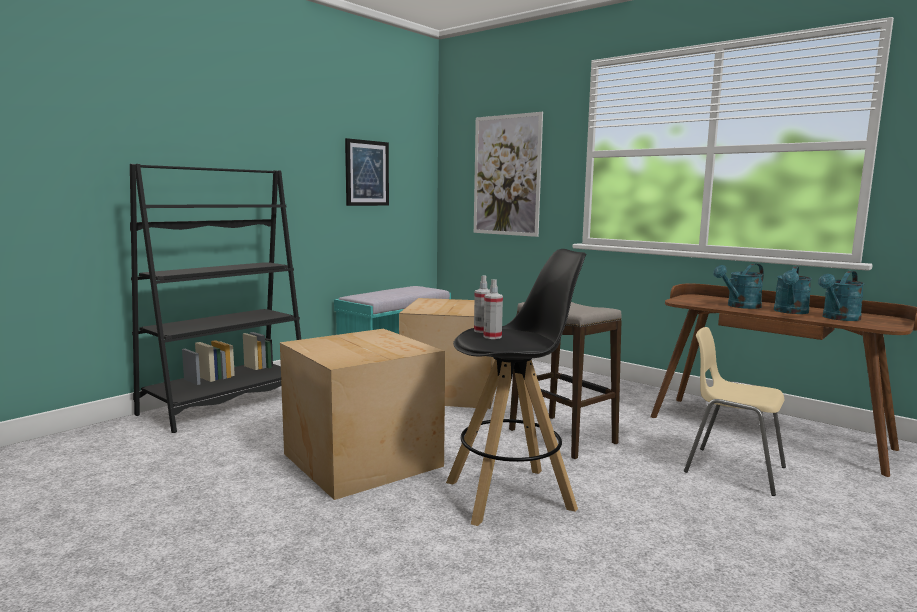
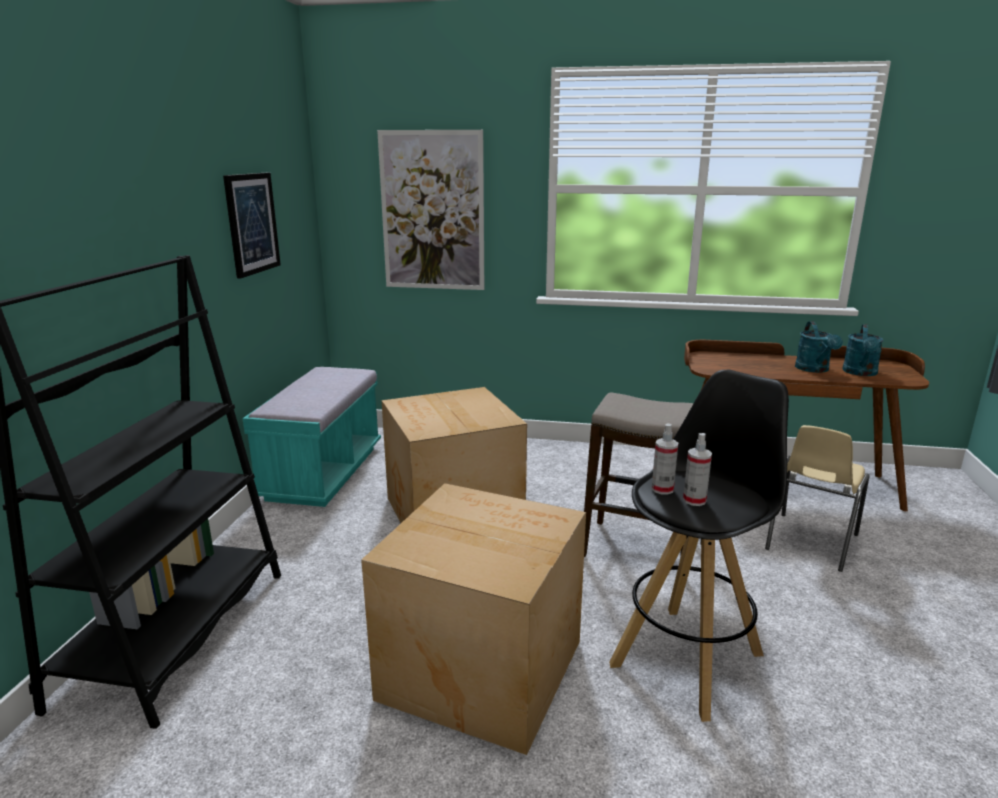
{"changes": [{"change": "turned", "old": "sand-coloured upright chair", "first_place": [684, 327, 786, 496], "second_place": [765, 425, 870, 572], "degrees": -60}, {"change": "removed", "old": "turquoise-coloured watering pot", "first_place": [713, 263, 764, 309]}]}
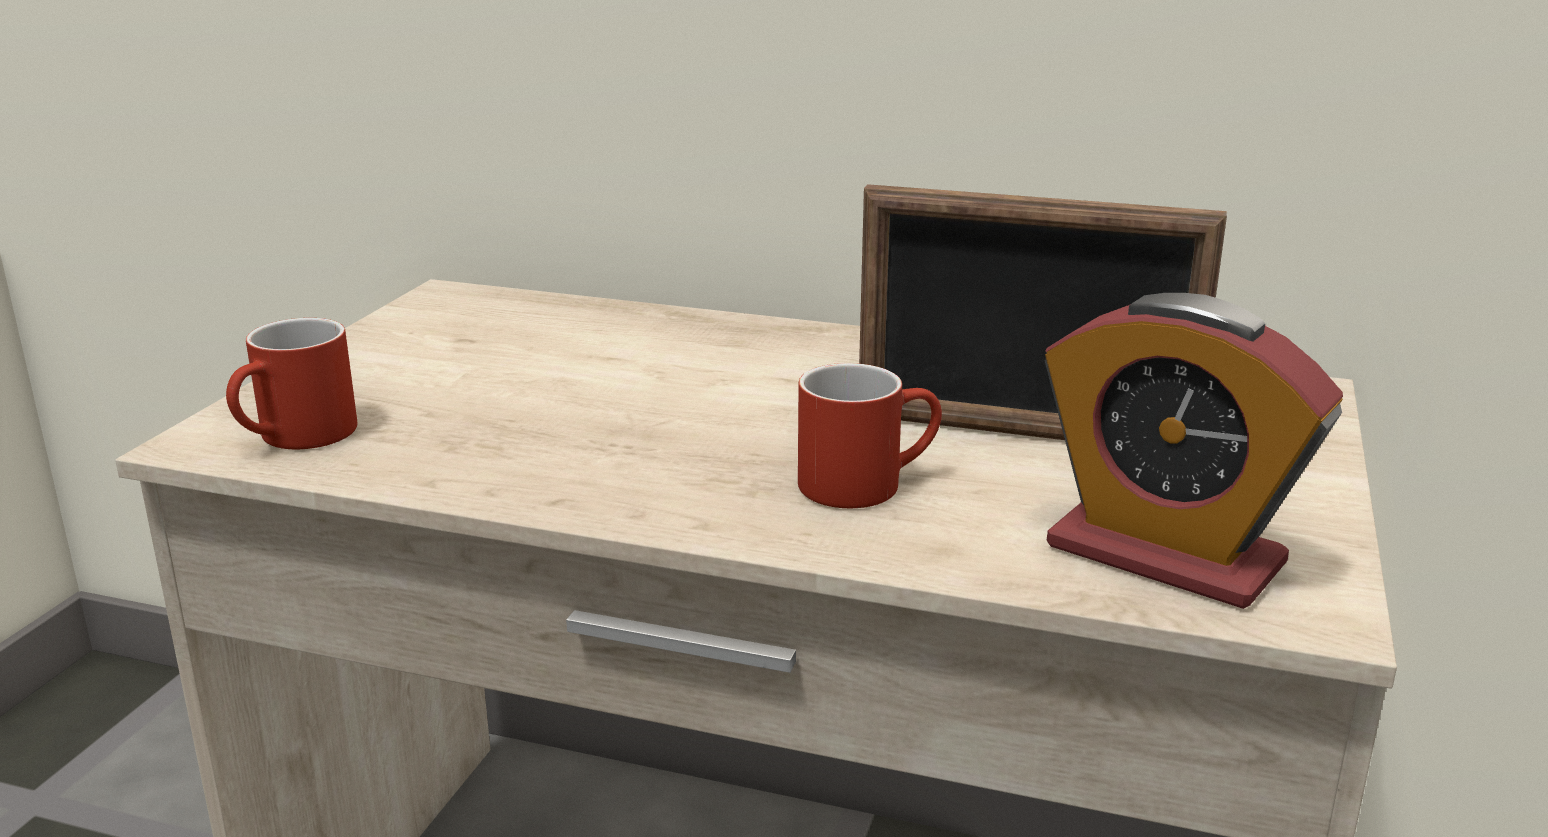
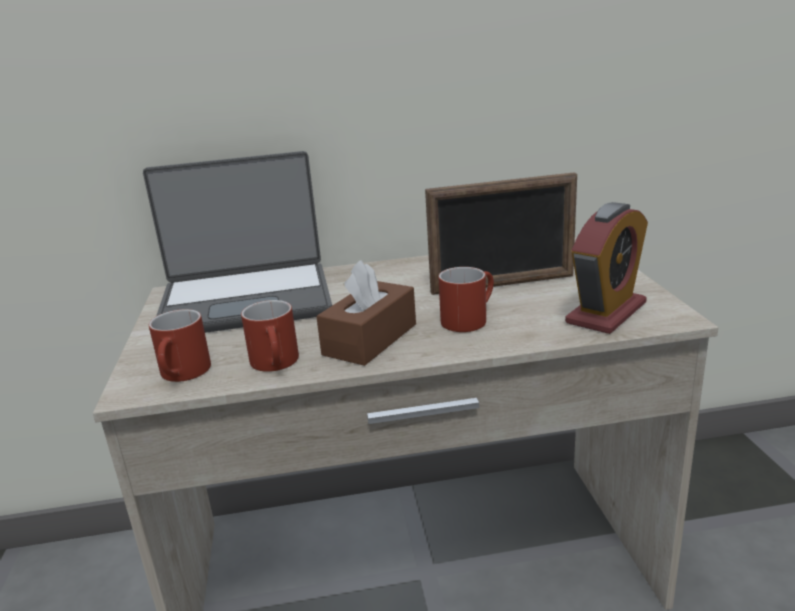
{"changes": [{"change": "added", "new": "laptop", "second_place": [143, 151, 332, 333]}, {"change": "added", "new": "reddish tea mug", "second_place": [241, 300, 299, 372]}, {"change": "added", "new": "brown tissue holder", "second_place": [316, 260, 416, 366]}, {"change": "turned", "old": "alarm clock", "first_place": [1045, 293, 1343, 609], "second_place": [565, 202, 648, 334], "degrees": -60}]}
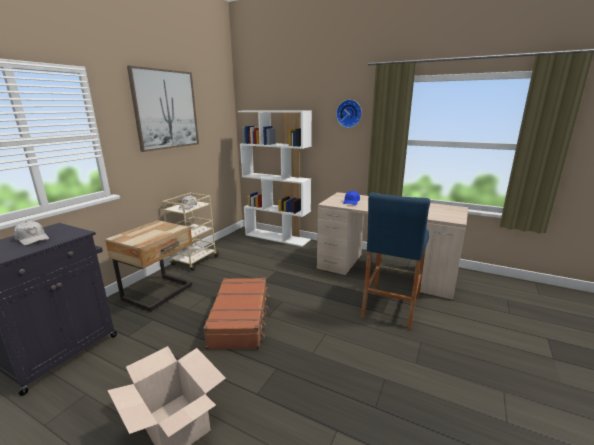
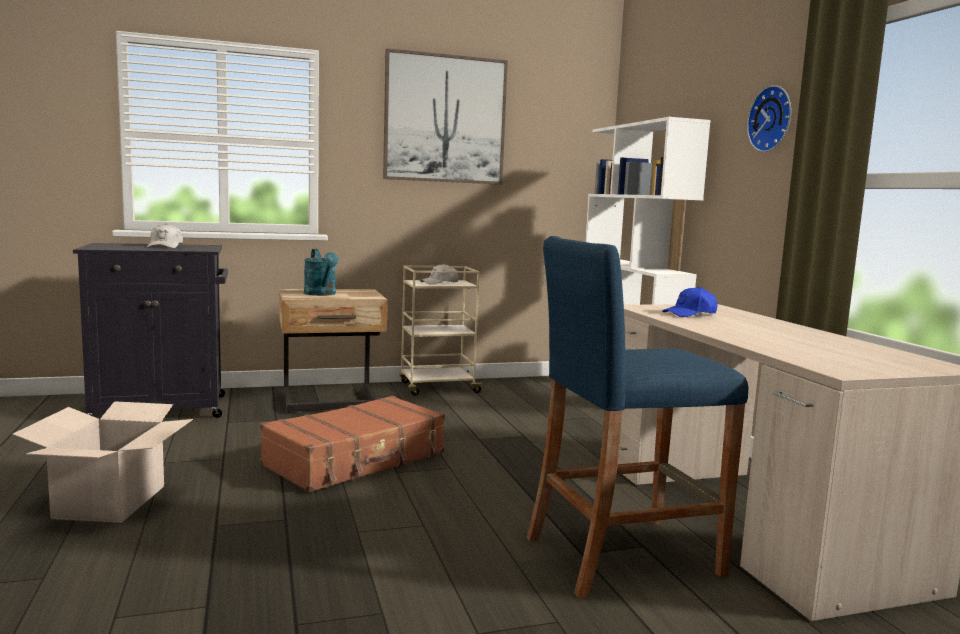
{"changes": [{"change": "added", "new": "turquoise-coloured watering pot", "second_place": [304, 249, 339, 296]}]}
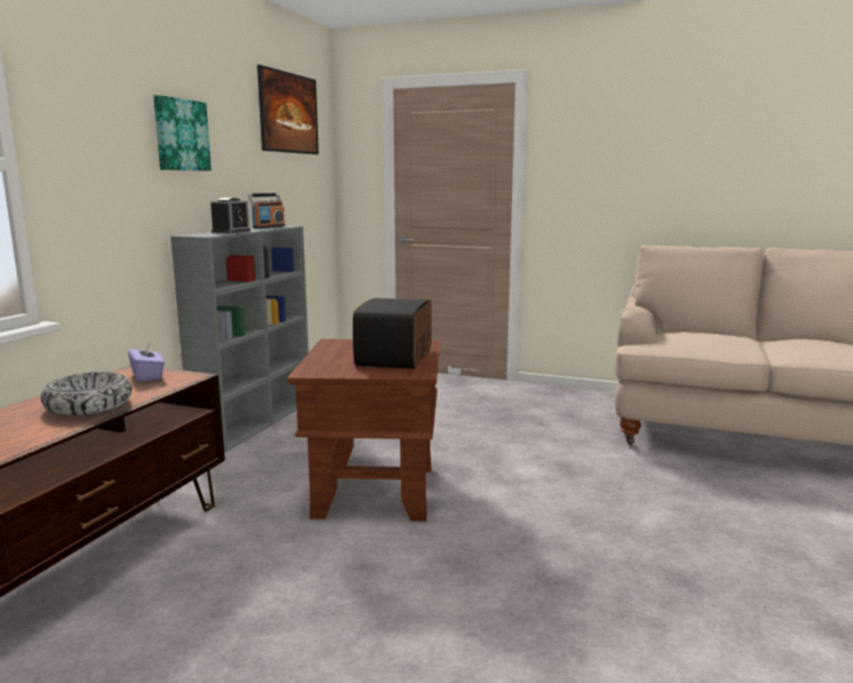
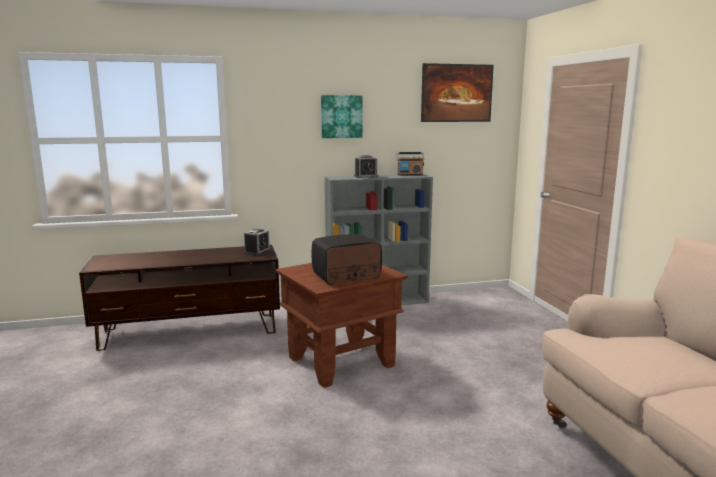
{"changes": [{"change": "replaced", "old": "purplish tissue holder", "new": "alarm clock", "first_place": [128, 342, 165, 382], "second_place": [244, 229, 270, 256]}, {"change": "removed", "old": "deep dish", "first_place": [41, 371, 132, 415]}]}
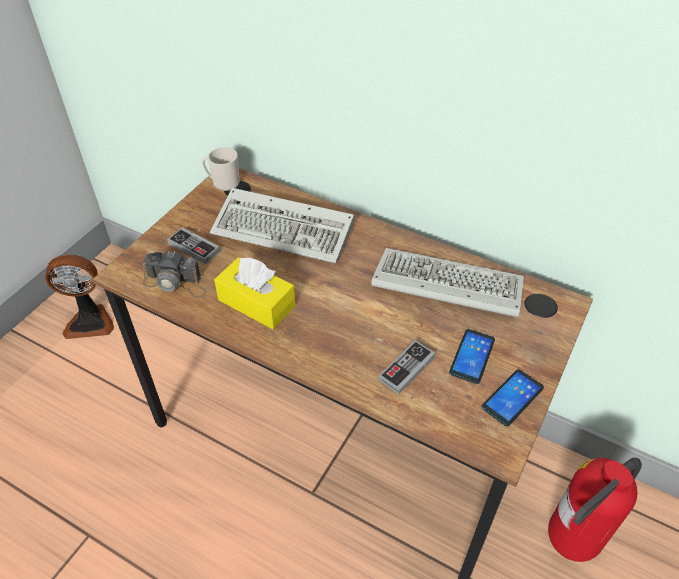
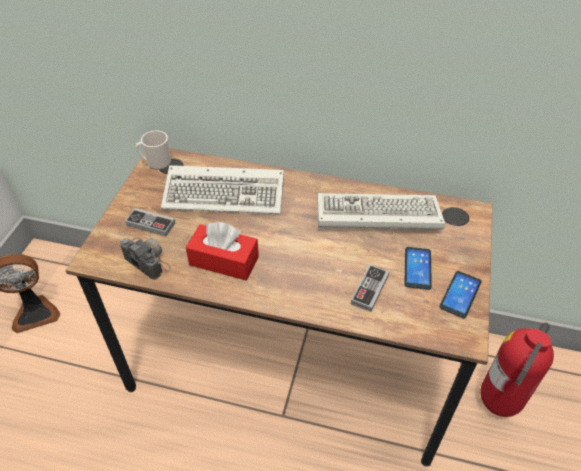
{"changes": [{"change": "turned", "old": "still camera", "first_place": [143, 251, 206, 298], "second_place": [120, 237, 171, 280], "degrees": -135}, {"change": "recoloured", "old": "yellow-coloured tissue holder", "new": "reddish tissue holder", "first_place": [214, 257, 295, 329], "second_place": [186, 222, 259, 281]}]}
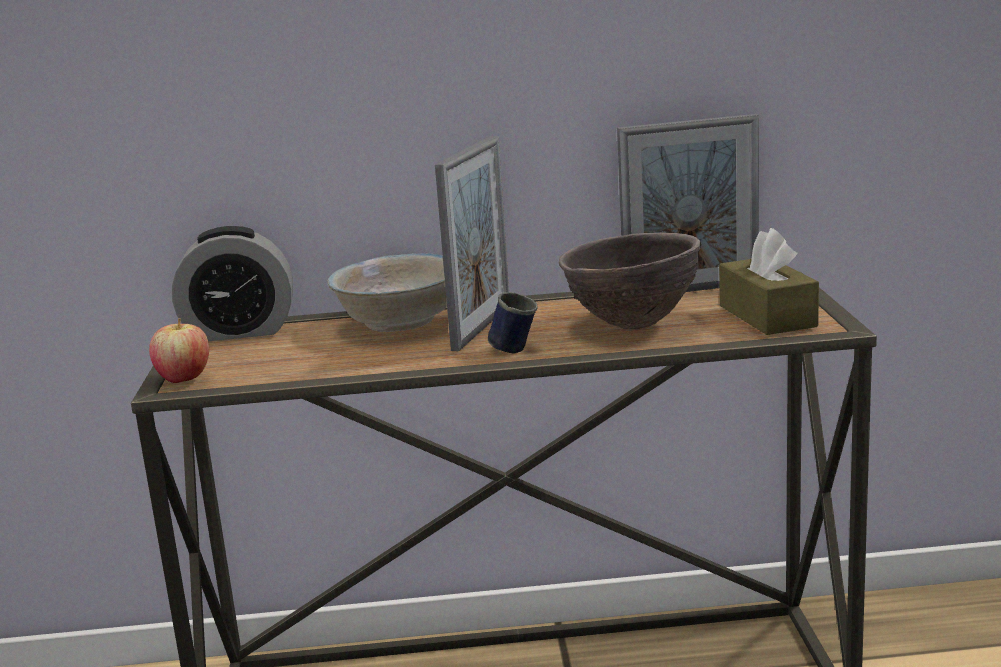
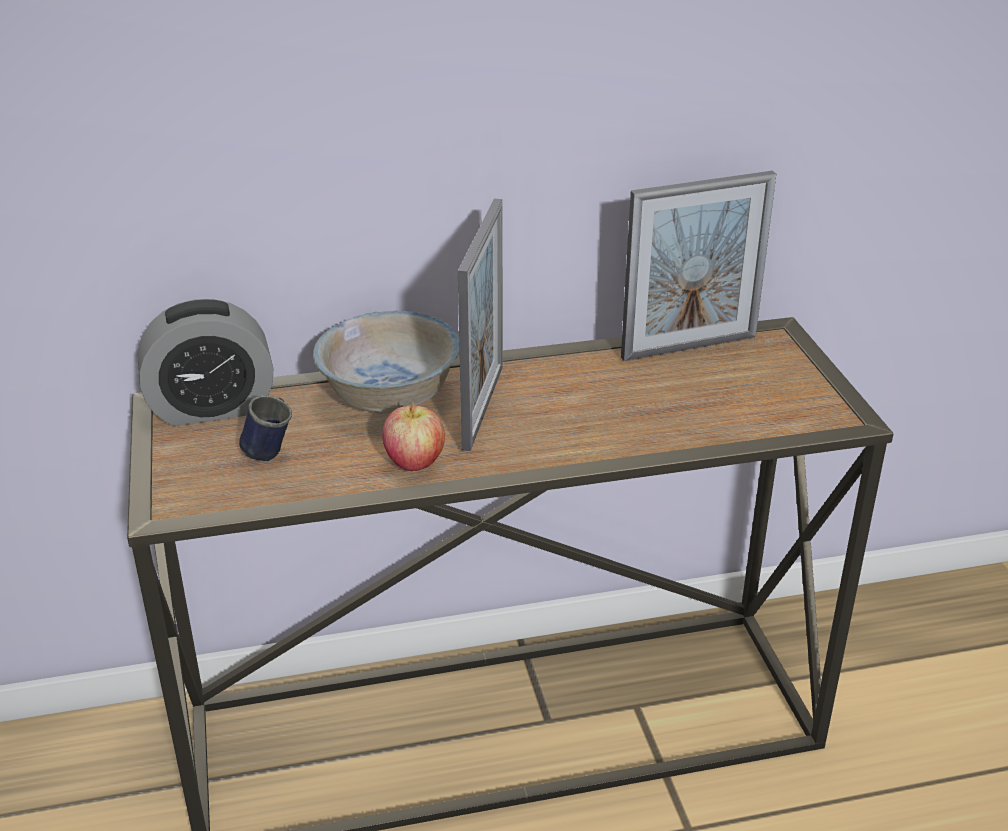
{"changes": [{"change": "moved", "old": "bluish tea mug", "first_place": [488, 292, 537, 353], "second_place": [239, 395, 292, 461]}, {"change": "moved", "old": "apple", "first_place": [149, 318, 209, 383], "second_place": [382, 402, 445, 471]}, {"change": "removed", "old": "brown deep dish", "first_place": [559, 233, 701, 330]}, {"change": "removed", "old": "brown tissue holder", "first_place": [719, 228, 819, 335]}]}
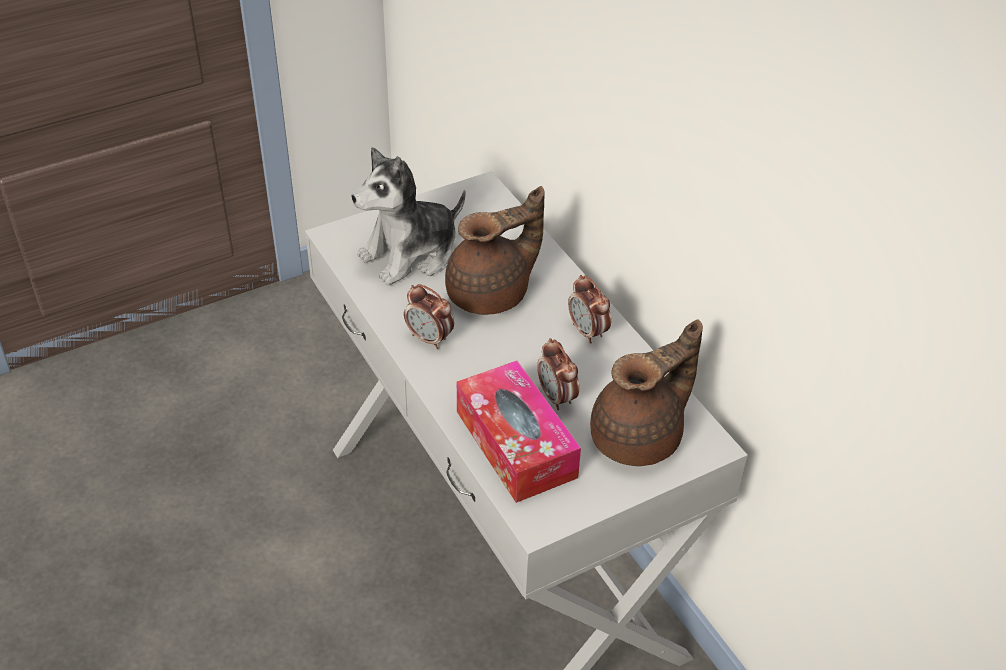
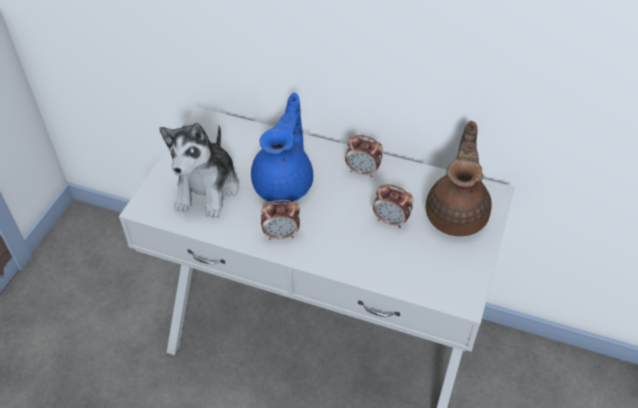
{"changes": [{"change": "recoloured", "old": "brown teapot", "new": "bluish teapot", "first_place": [445, 186, 544, 315], "second_place": [251, 93, 313, 203]}, {"change": "removed", "old": "tissue holder", "first_place": [457, 360, 581, 503]}]}
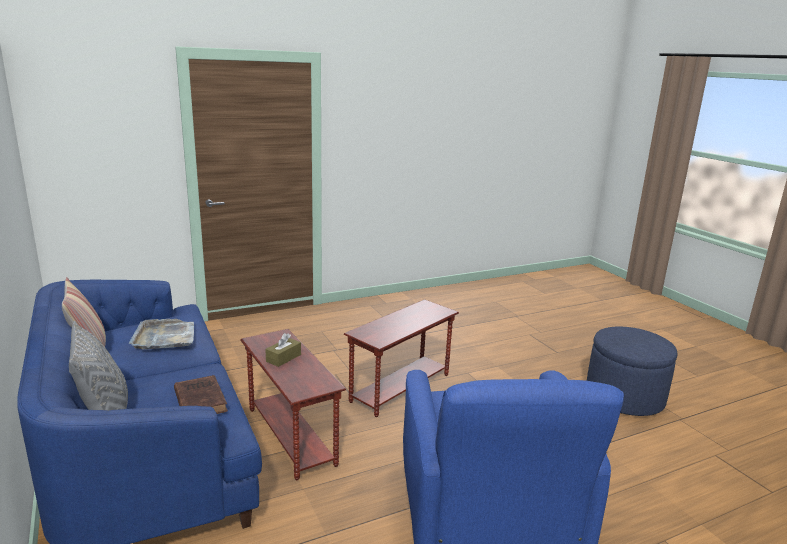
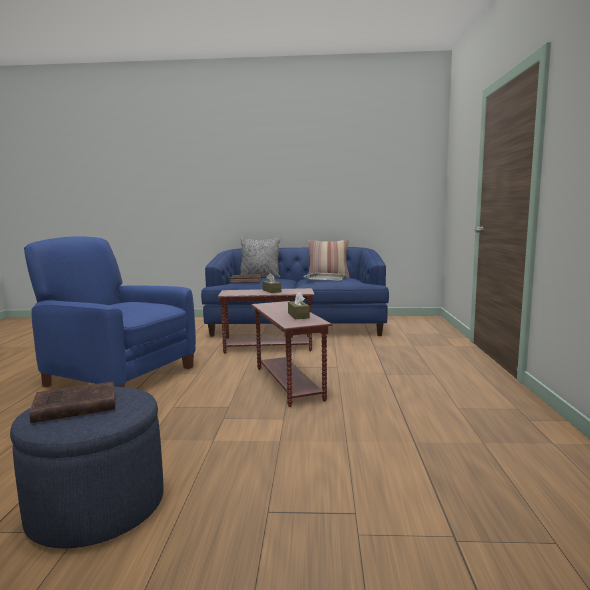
{"changes": [{"change": "added", "new": "brown book", "second_place": [29, 382, 115, 423]}, {"change": "added", "new": "brown tissue holder", "second_place": [288, 292, 310, 319]}]}
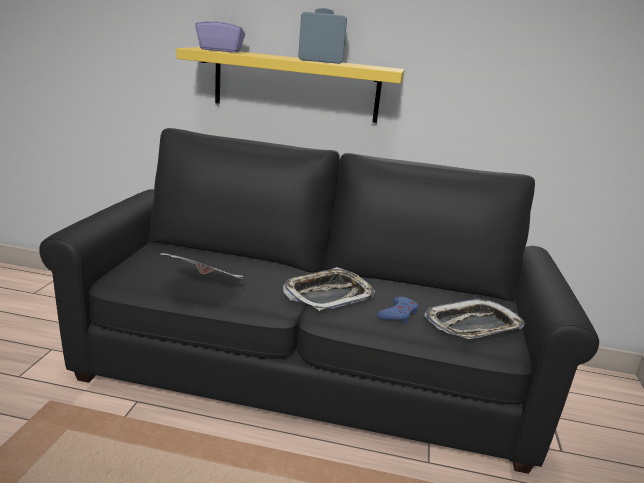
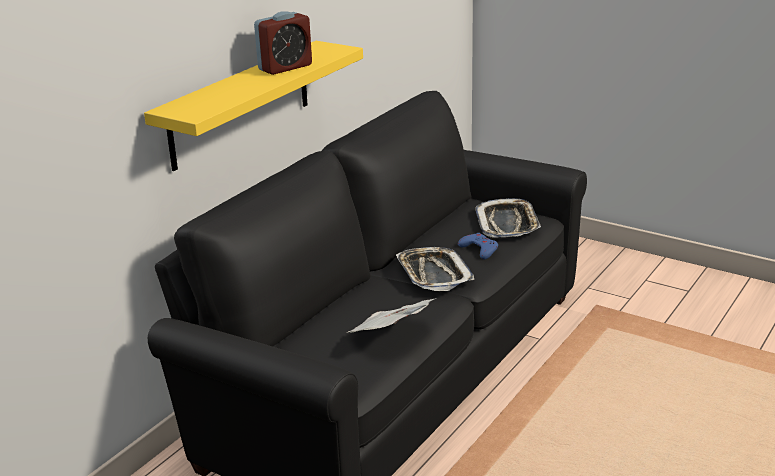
{"changes": [{"change": "turned", "old": "alarm clock", "first_place": [298, 8, 347, 64], "second_place": [254, 11, 312, 75], "degrees": -150}, {"change": "removed", "old": "purplish tissue holder", "first_place": [195, 12, 245, 52]}]}
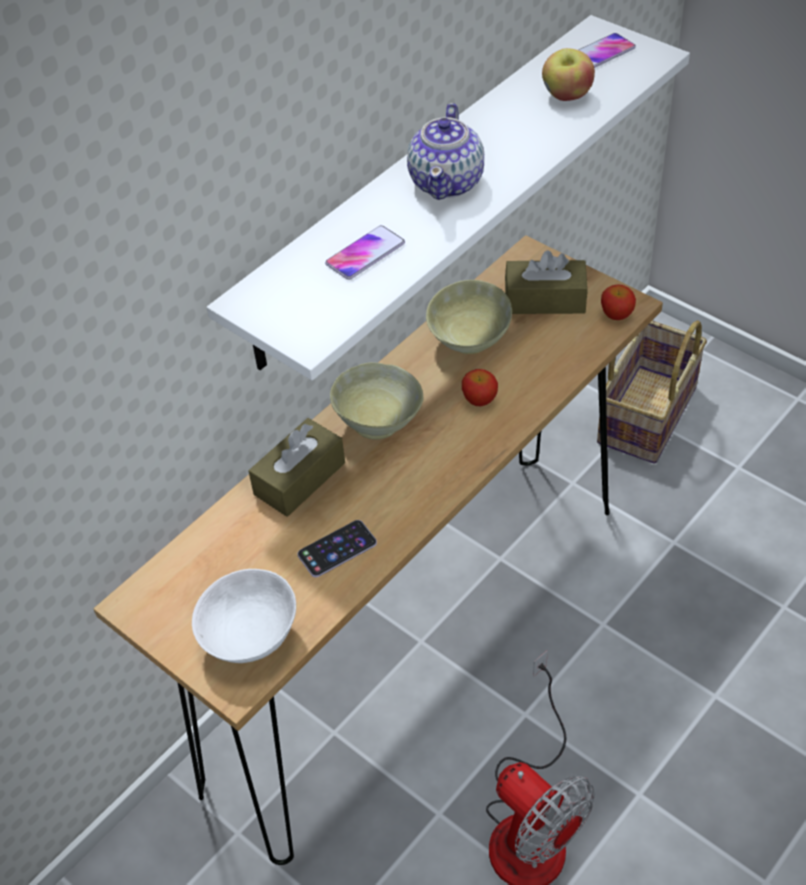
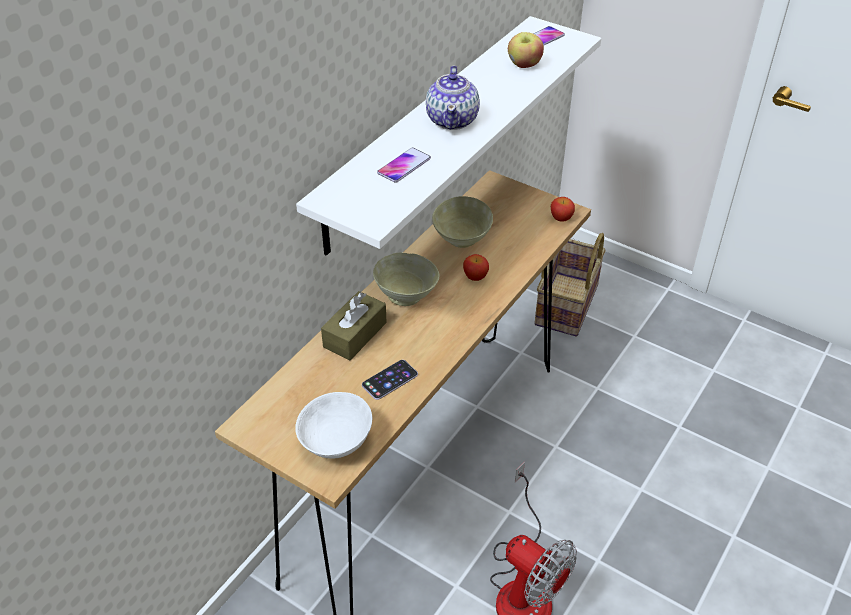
{"changes": [{"change": "removed", "old": "brown tissue holder", "first_place": [505, 250, 588, 314]}]}
